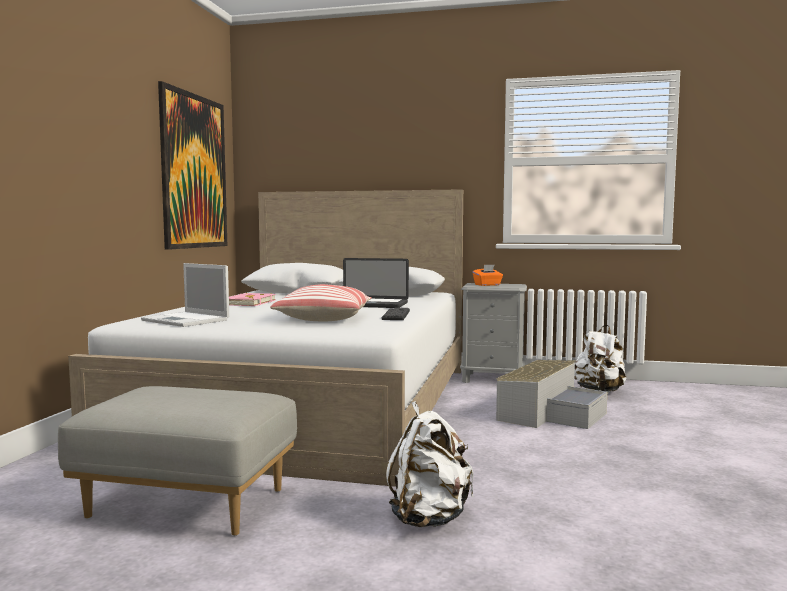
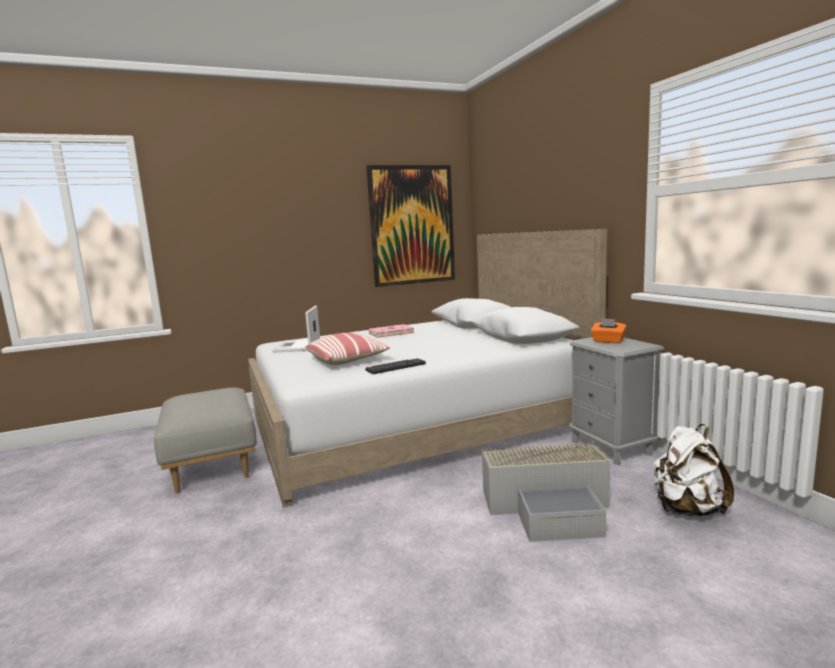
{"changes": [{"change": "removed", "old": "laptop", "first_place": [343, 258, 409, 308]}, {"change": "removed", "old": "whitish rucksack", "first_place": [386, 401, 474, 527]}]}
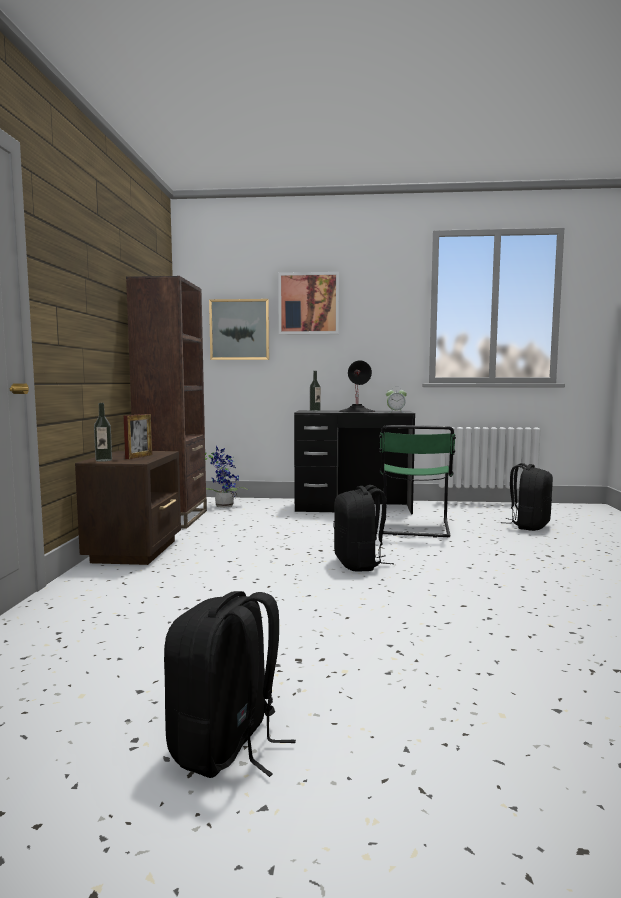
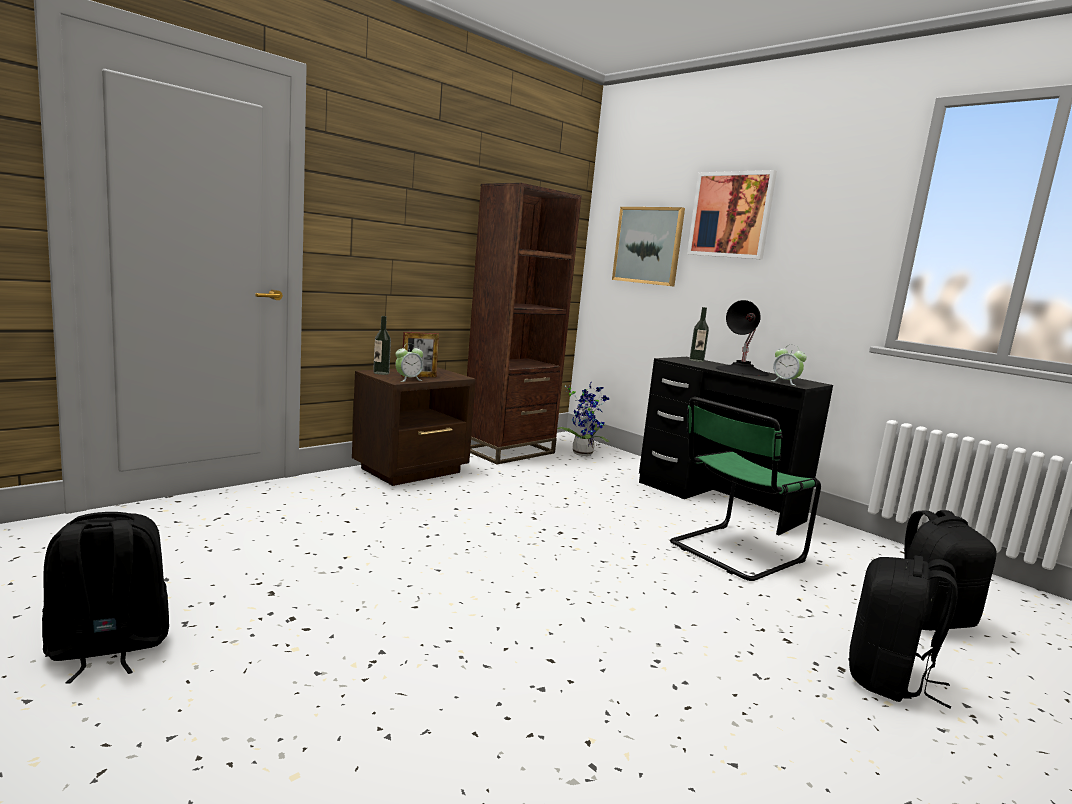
{"changes": [{"change": "added", "new": "alarm clock", "second_place": [396, 346, 423, 382]}, {"change": "moved", "old": "black rucksack", "first_place": [334, 485, 394, 572], "second_place": [848, 555, 958, 709]}]}
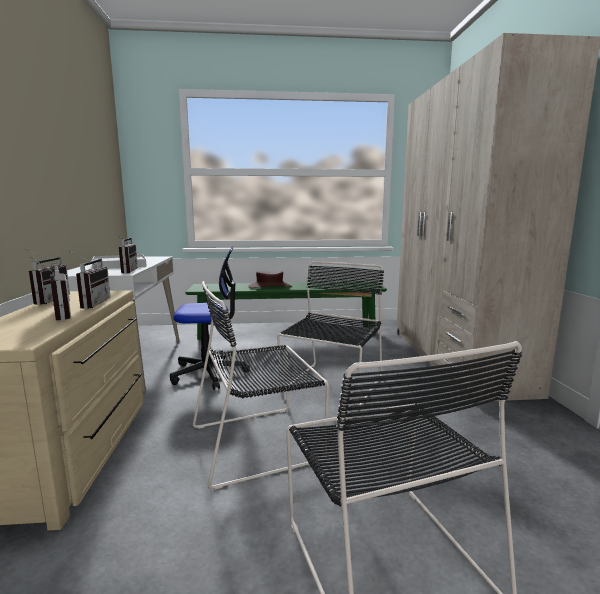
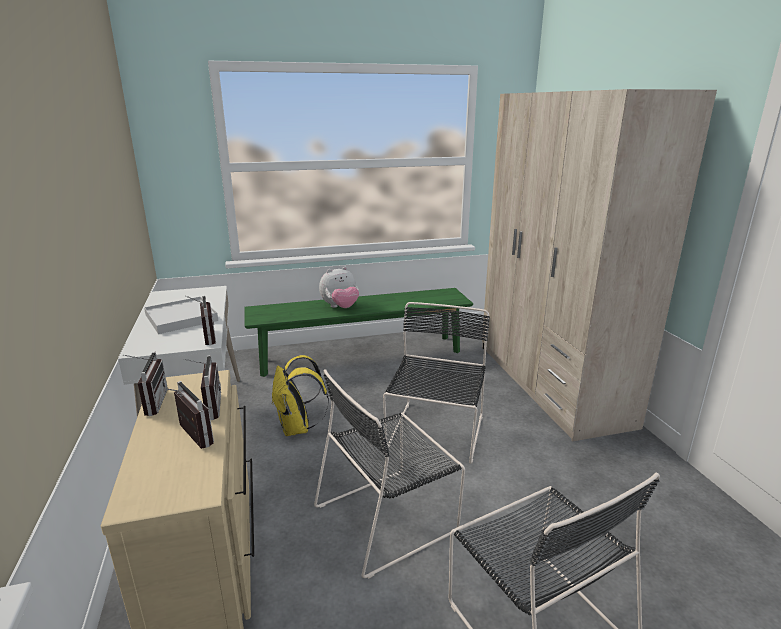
{"changes": [{"change": "replaced", "old": "computer chair", "new": "yellow-coloured rucksack", "first_place": [170, 247, 250, 390], "second_place": [272, 355, 329, 436]}, {"change": "replaced", "old": "brown clothing hat", "new": "soft toy", "first_place": [248, 271, 291, 288], "second_place": [319, 267, 359, 308]}]}
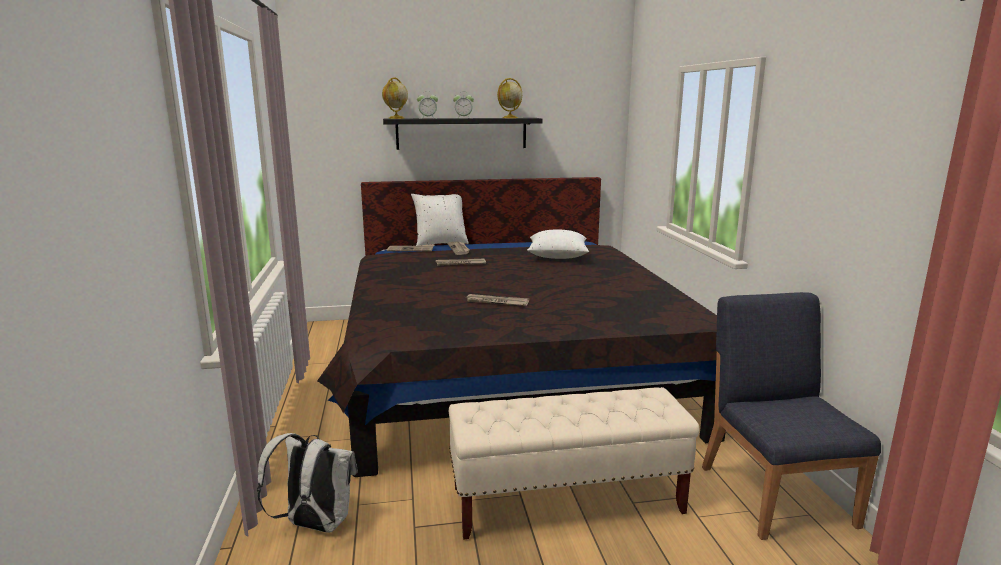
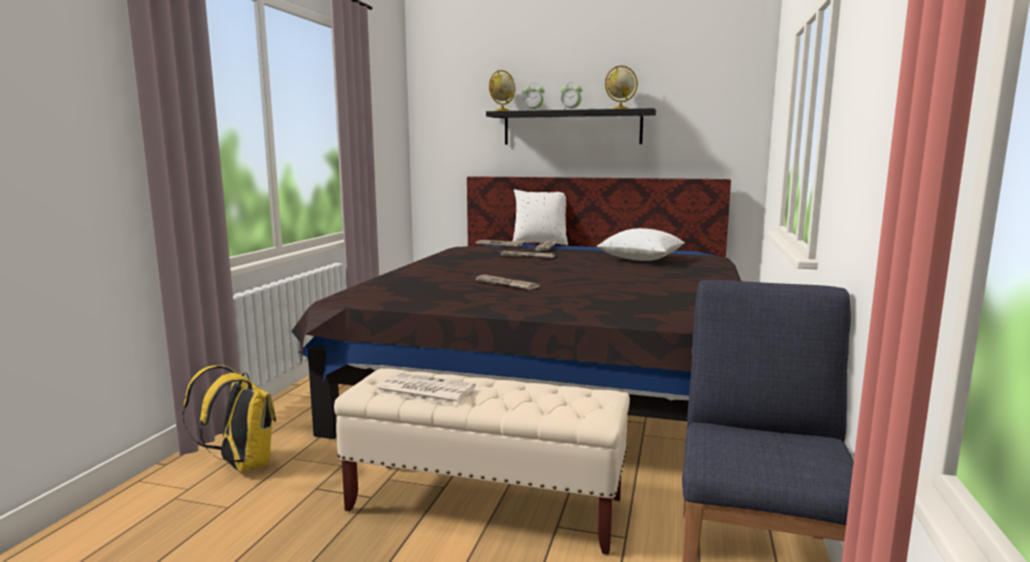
{"changes": [{"change": "recoloured", "old": "whitish rucksack", "new": "yellow-coloured rucksack", "first_place": [257, 433, 358, 533], "second_place": [183, 365, 276, 472]}, {"change": "added", "new": "newspaper", "second_place": [376, 373, 476, 405]}]}
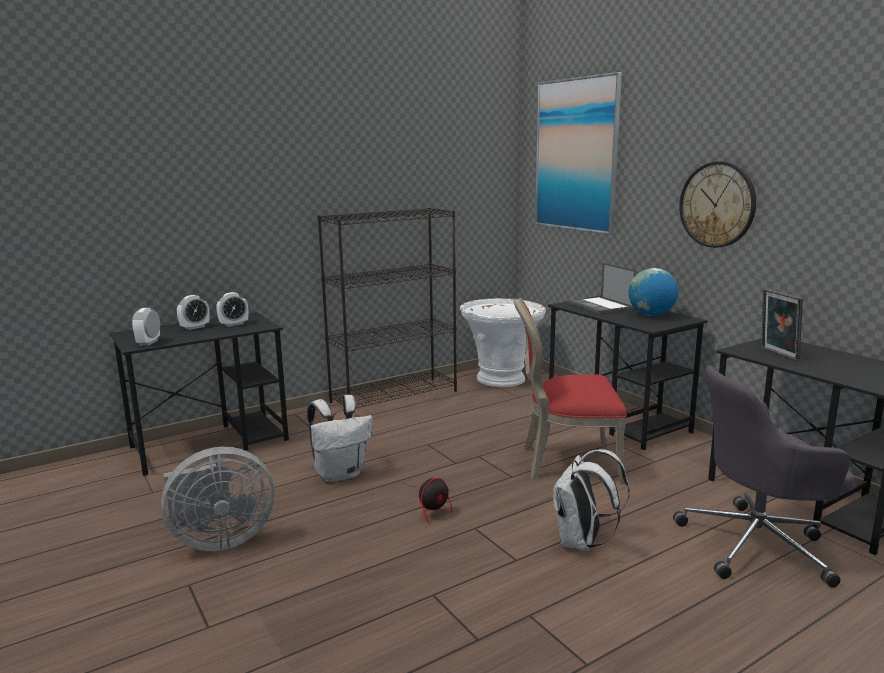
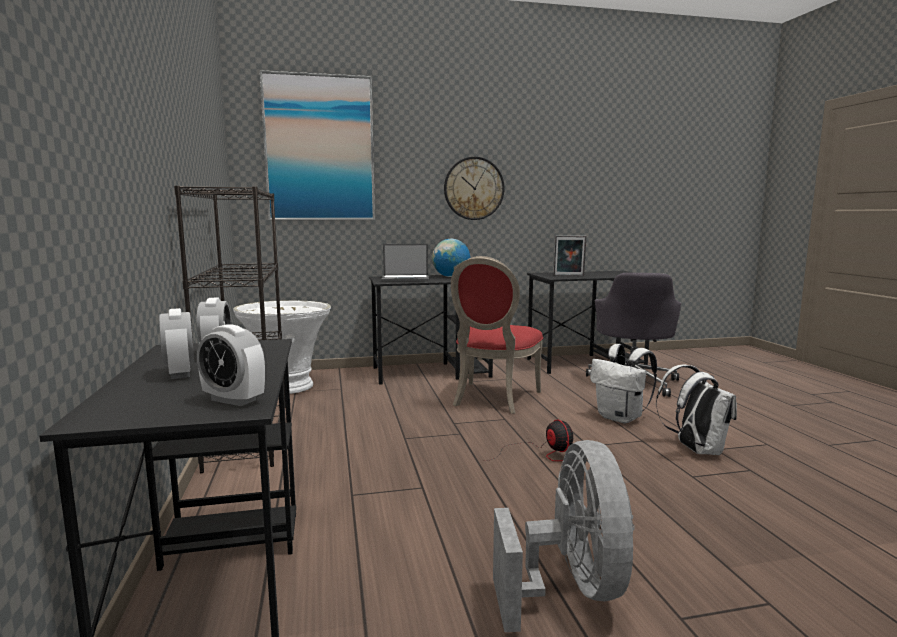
{"changes": [{"change": "moved", "old": "whitish rucksack", "first_place": [307, 395, 373, 482], "second_place": [656, 364, 737, 455]}]}
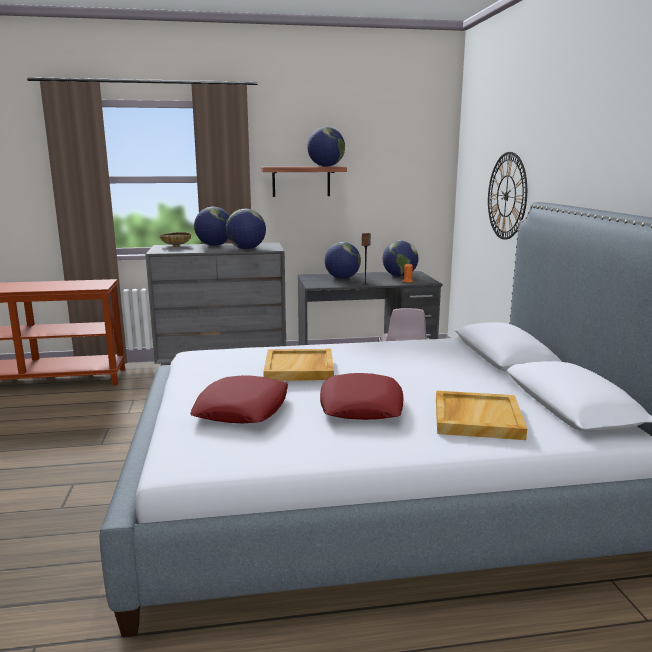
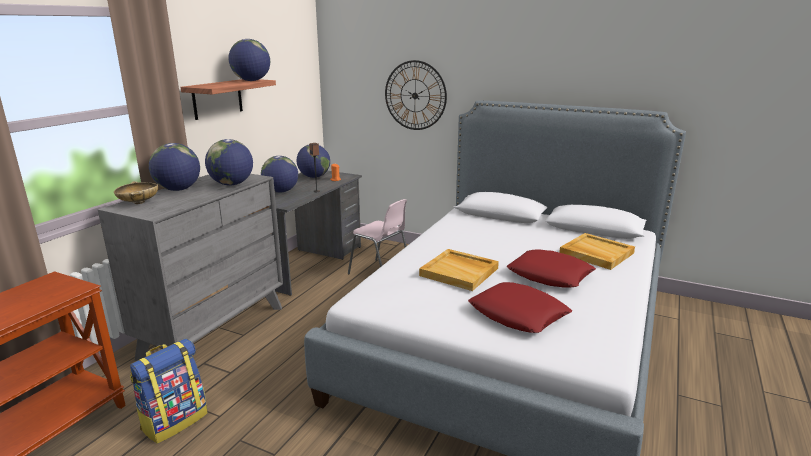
{"changes": [{"change": "added", "new": "rucksack", "second_place": [130, 339, 208, 444]}]}
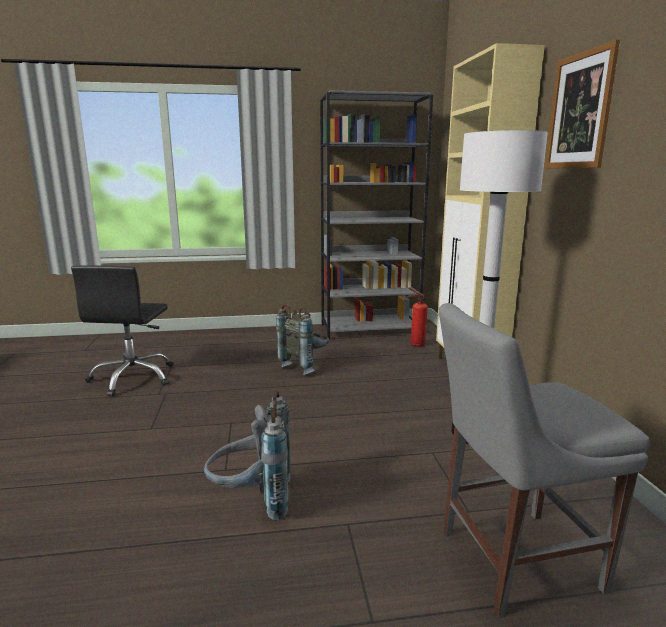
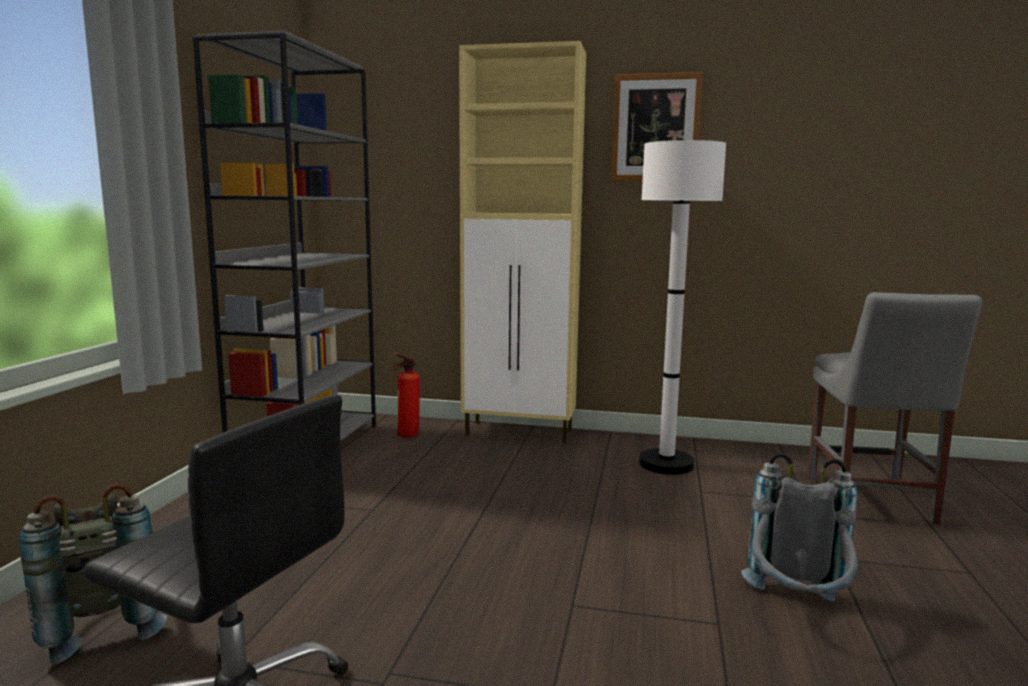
{"changes": [{"change": "moved", "old": "gray rucksack", "first_place": [276, 304, 329, 375], "second_place": [19, 484, 167, 665]}]}
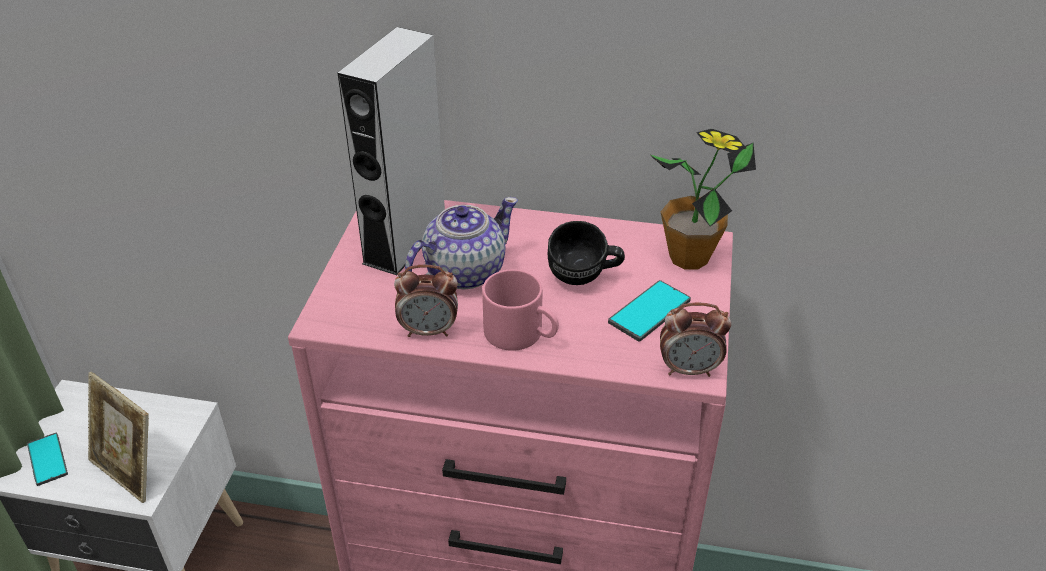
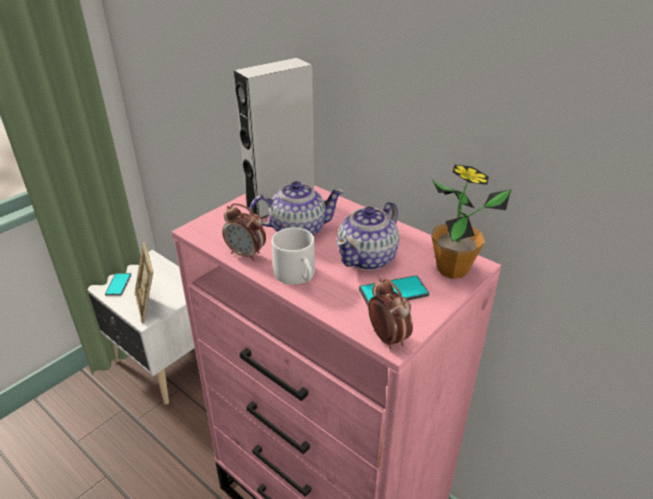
{"changes": [{"change": "recoloured", "old": "pink-coloured tea mug", "new": "whitish tea mug", "first_place": [482, 269, 559, 351], "second_place": [272, 227, 315, 285]}, {"change": "replaced", "old": "black tea mug", "new": "teapot", "first_place": [548, 221, 625, 285], "second_place": [336, 202, 399, 270]}, {"change": "turned", "old": "alarm clock", "first_place": [660, 303, 731, 377], "second_place": [368, 278, 413, 349], "degrees": -150}]}
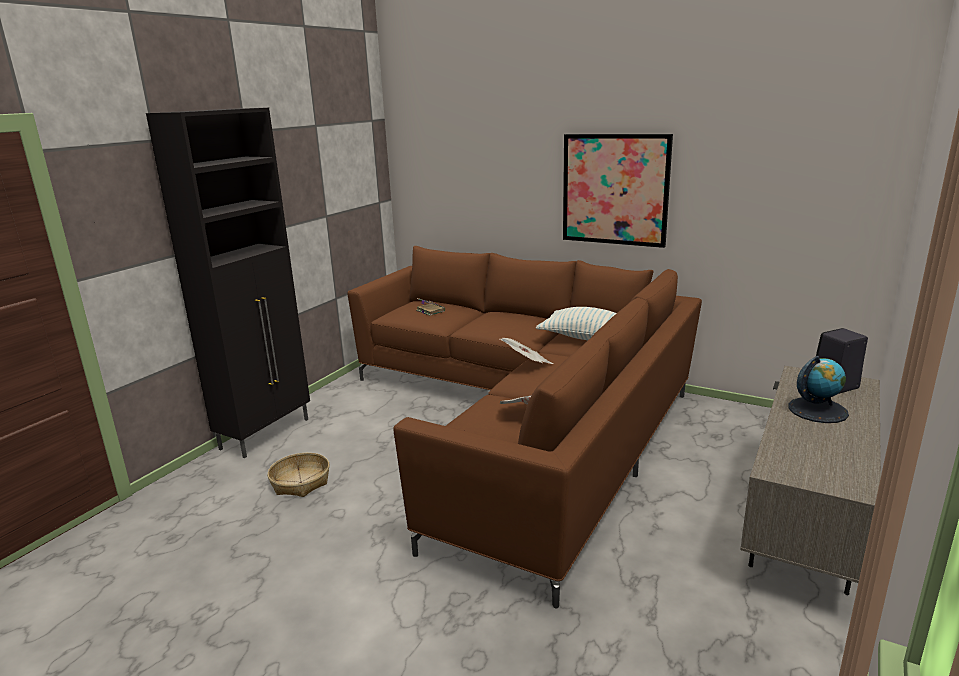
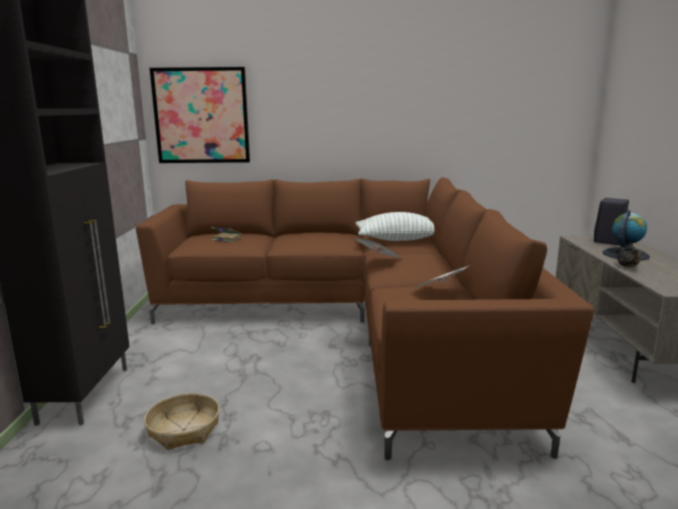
{"changes": [{"change": "moved", "old": "wall art", "first_place": [563, 134, 673, 248], "second_place": [150, 67, 250, 163]}, {"change": "added", "new": "black teapot", "second_place": [616, 243, 641, 267]}]}
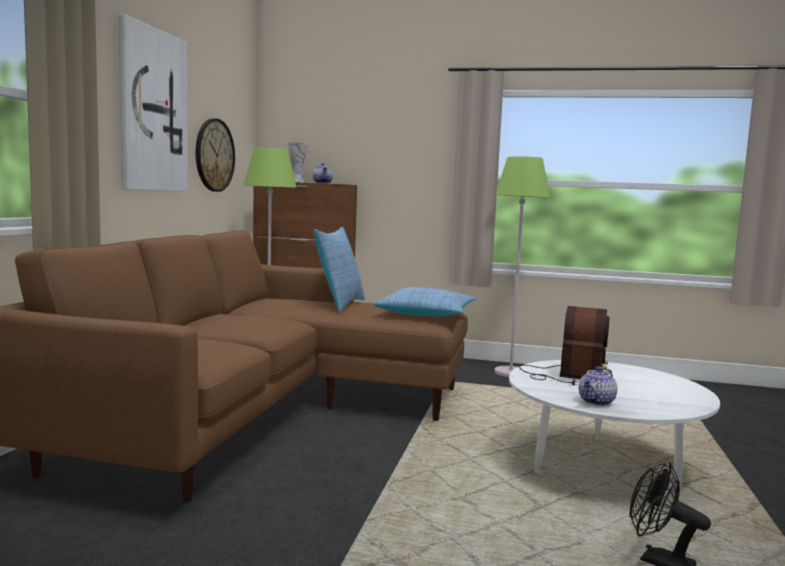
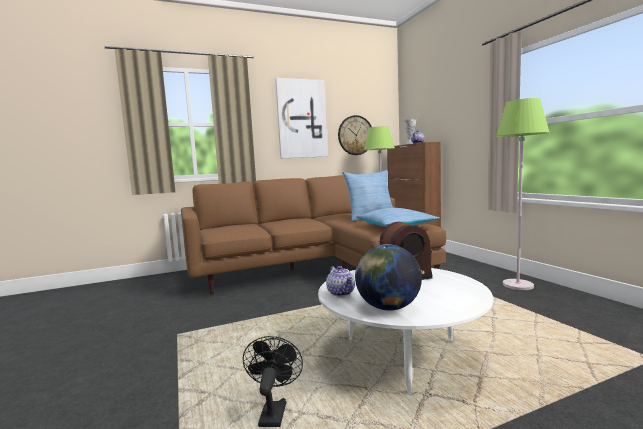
{"changes": [{"change": "turned", "old": "teapot", "first_place": [578, 366, 617, 406], "second_place": [326, 266, 355, 297], "degrees": -120}, {"change": "added", "new": "desk globe", "second_place": [355, 244, 422, 311]}]}
